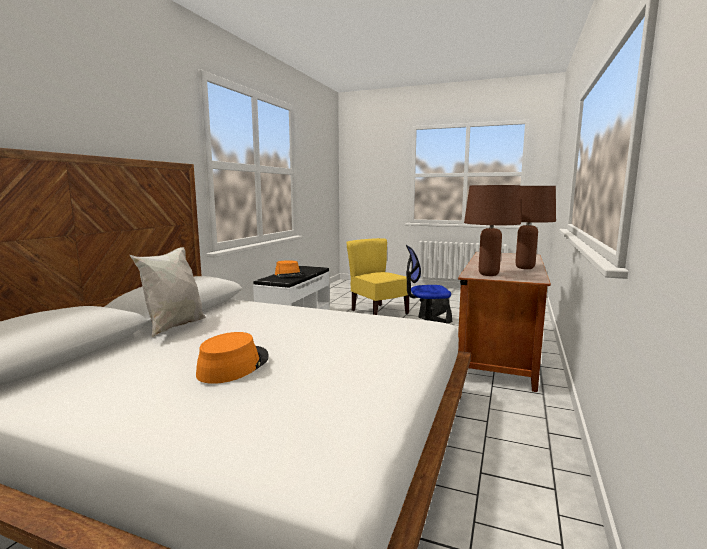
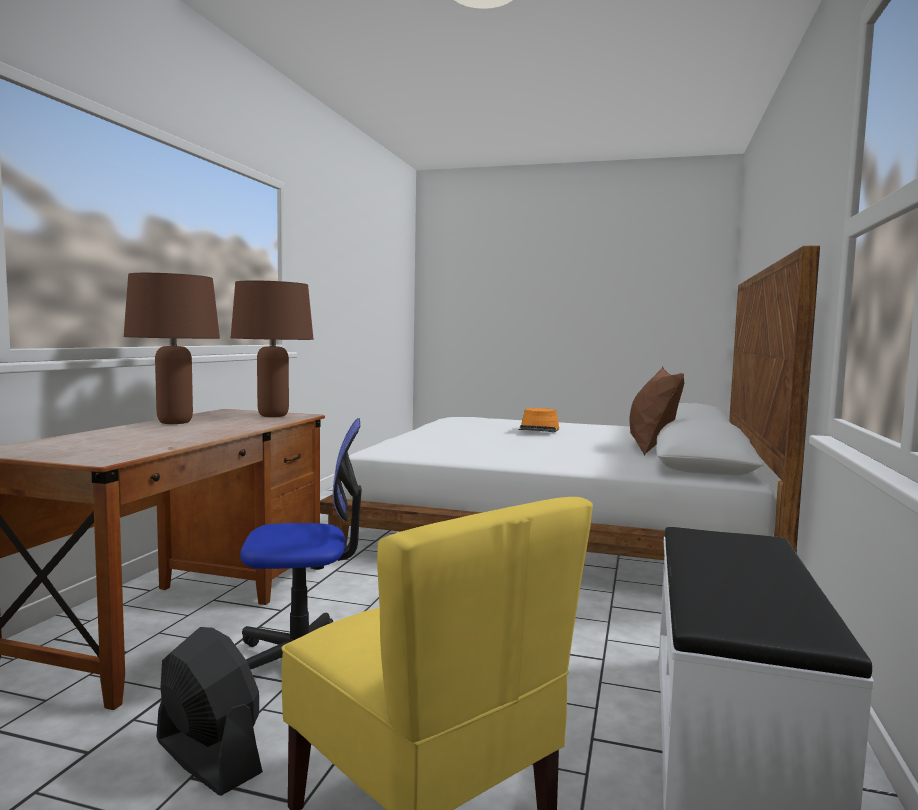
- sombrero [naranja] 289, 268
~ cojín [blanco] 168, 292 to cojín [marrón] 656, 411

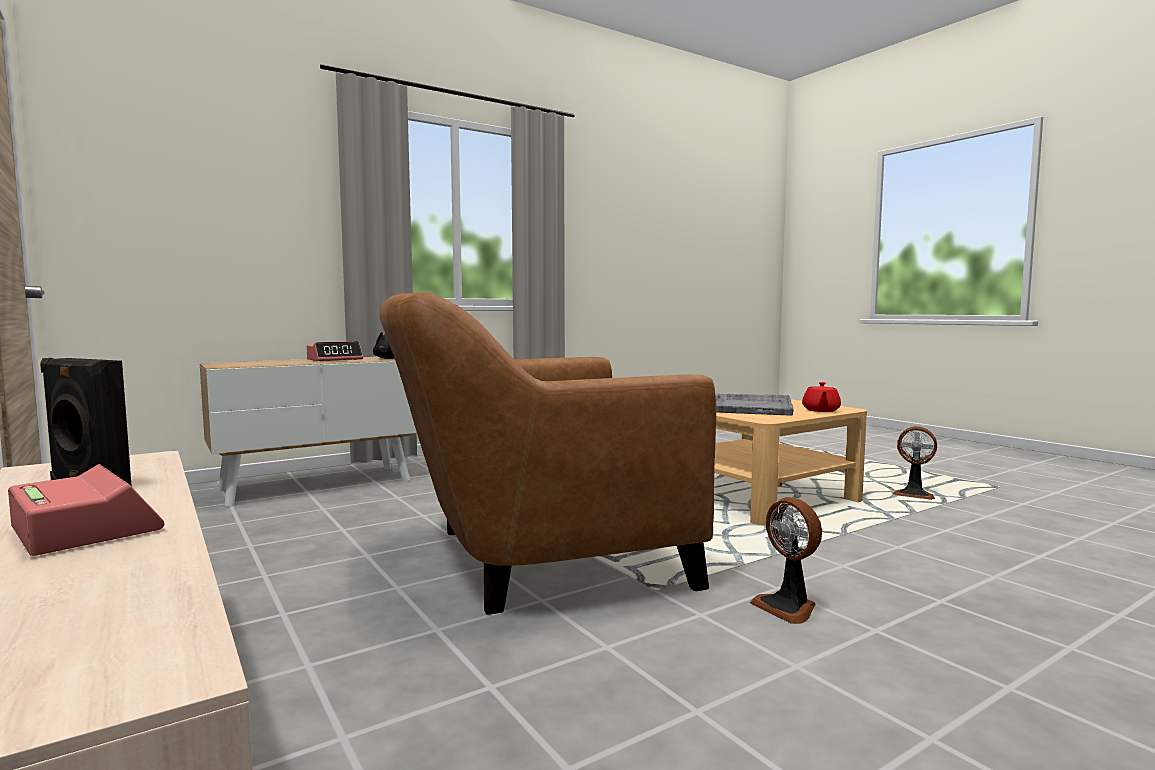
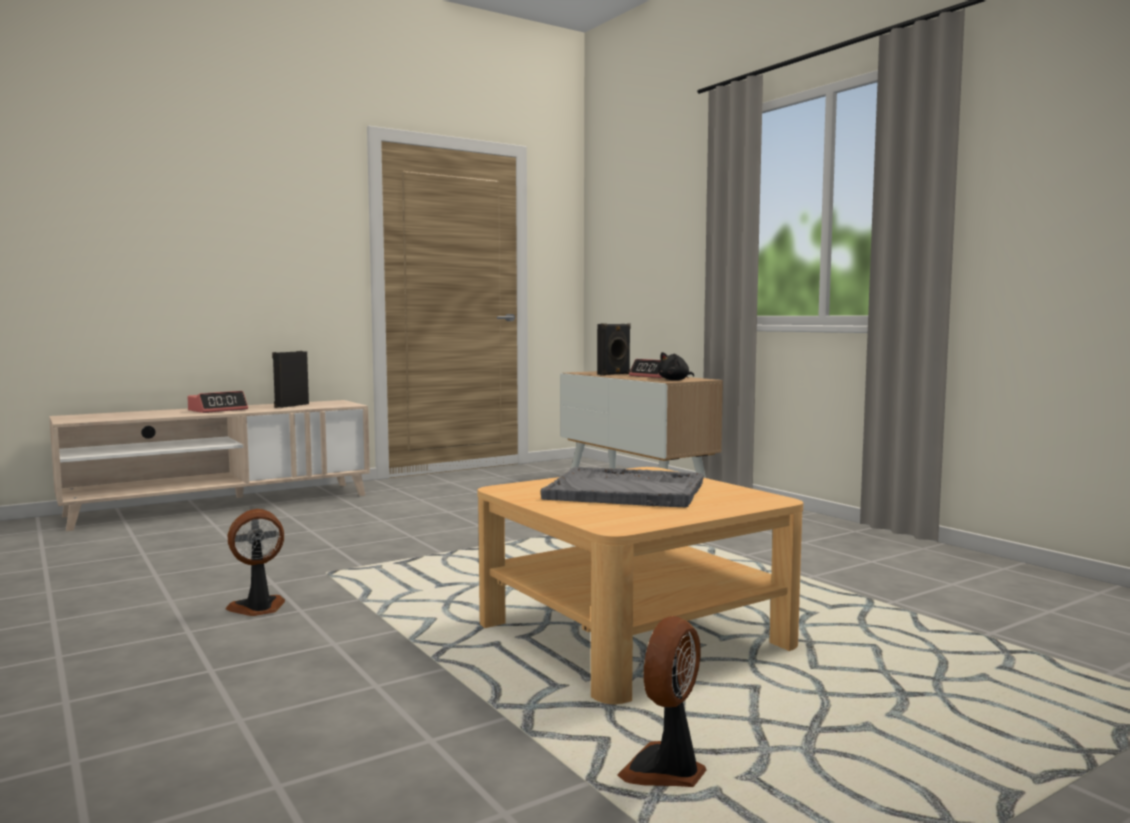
- sillón [marrón] 547, 453
- tetera [rojo] 821, 397
+ altavoz [negro] 614, 349

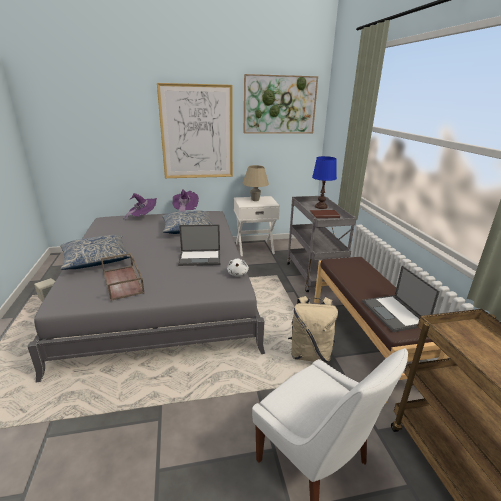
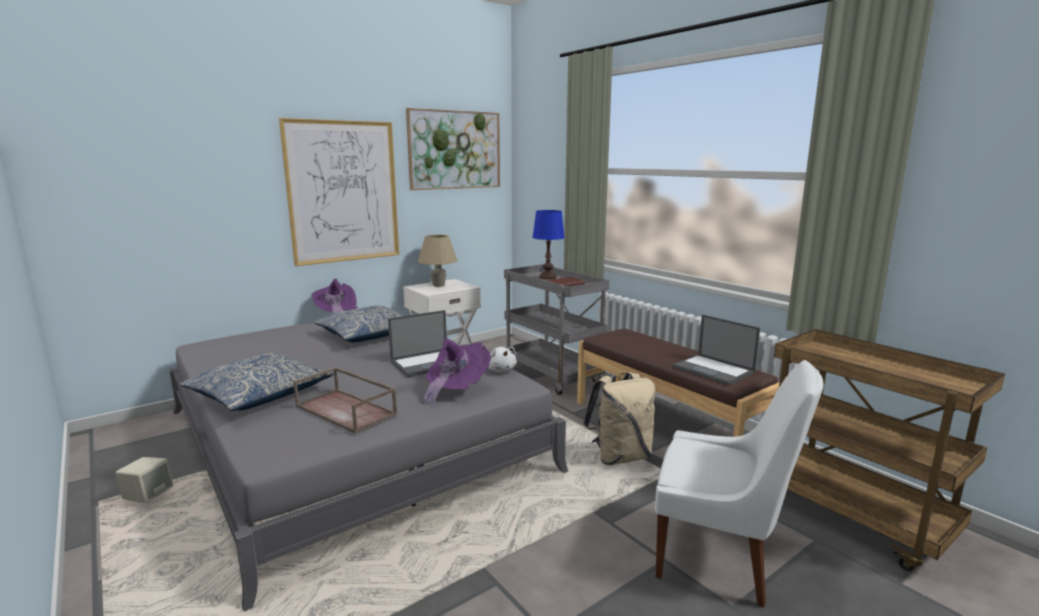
~ sombrero [morado] 140, 206 to 456, 372

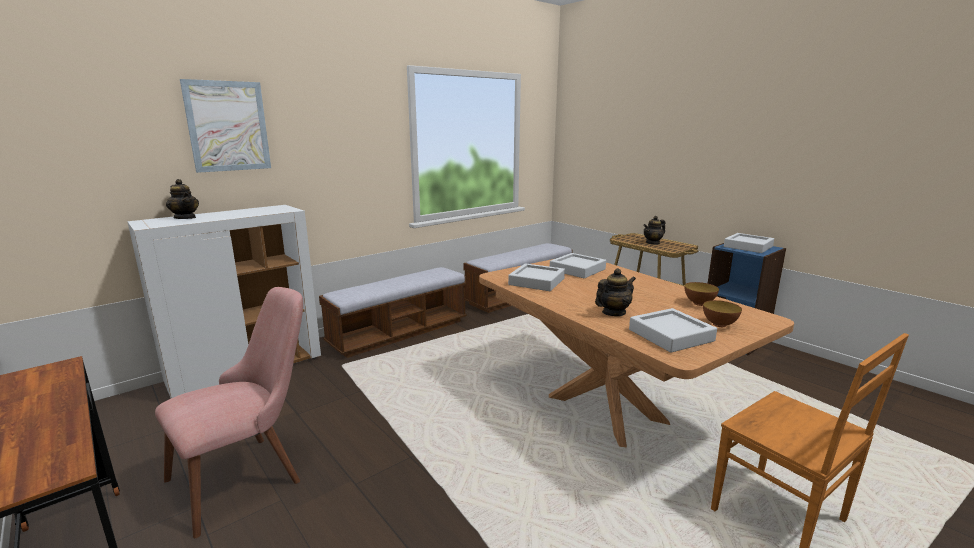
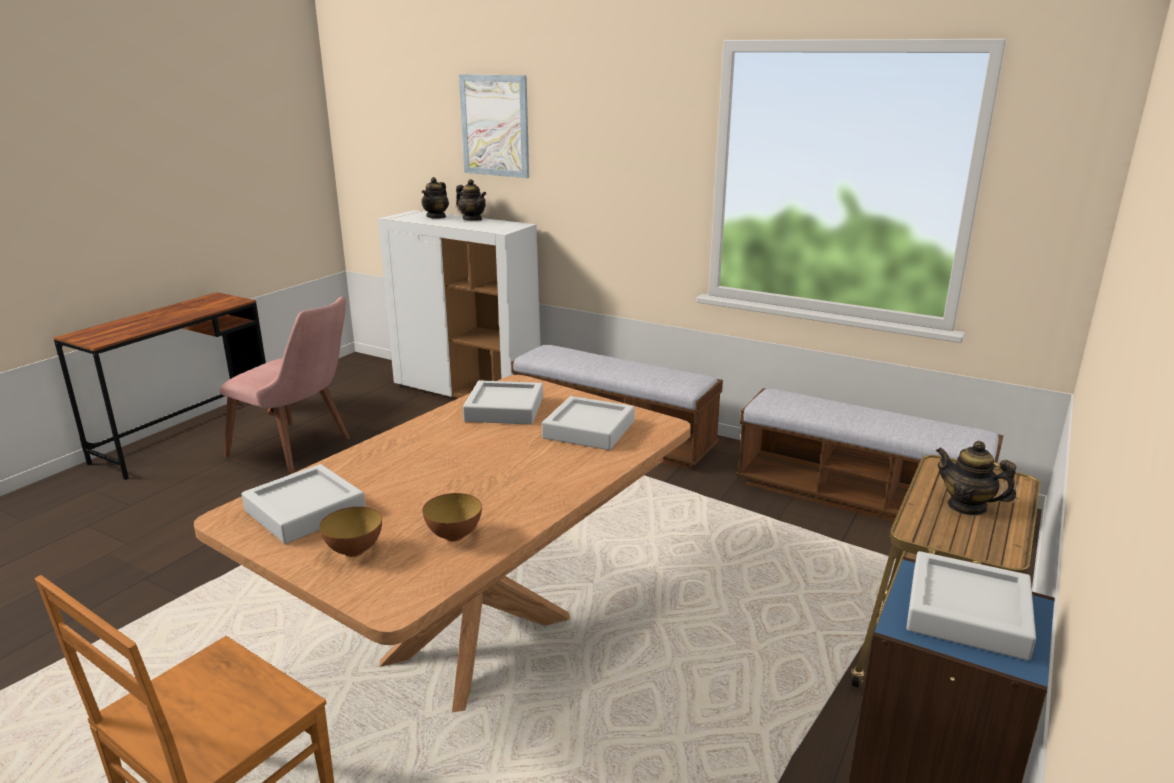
~ tetera 615, 292 to 471, 200

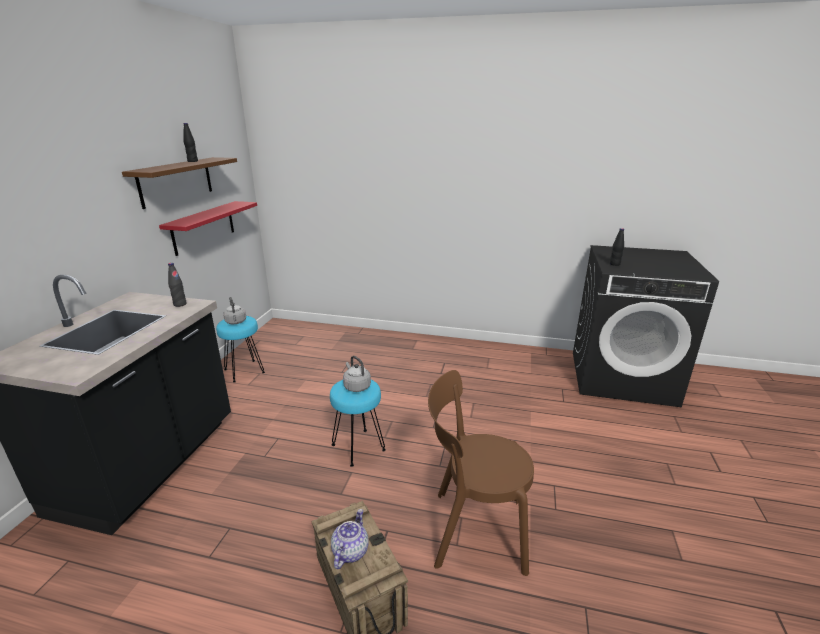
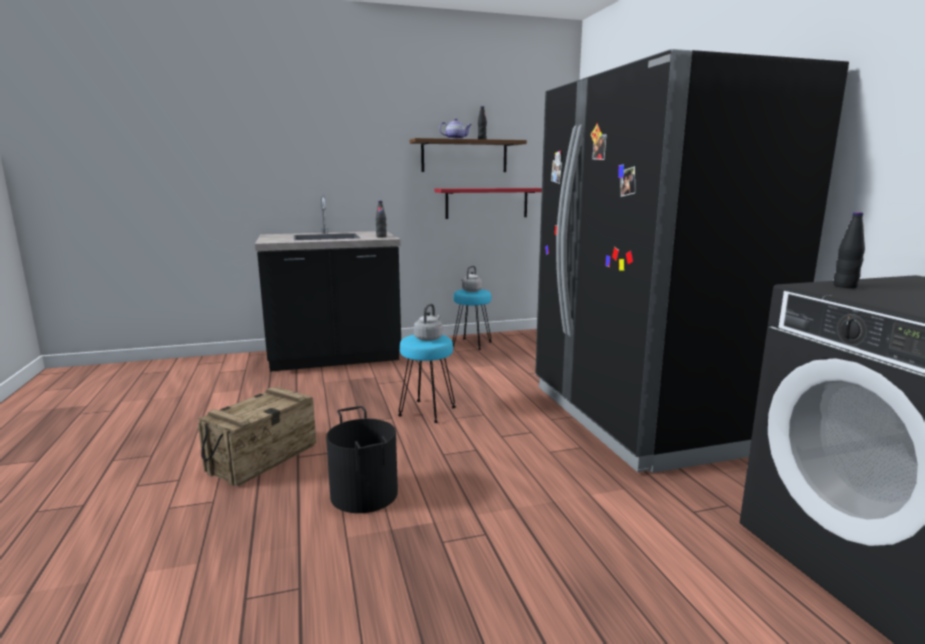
+ nevera [negro] 692, 261
~ tetera 350, 539 to 455, 128
~ silla [marrón] 481, 473 to cubo [negro] 362, 459

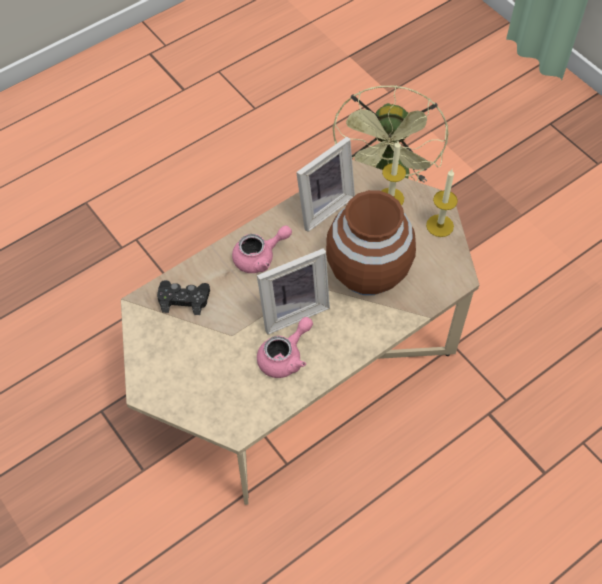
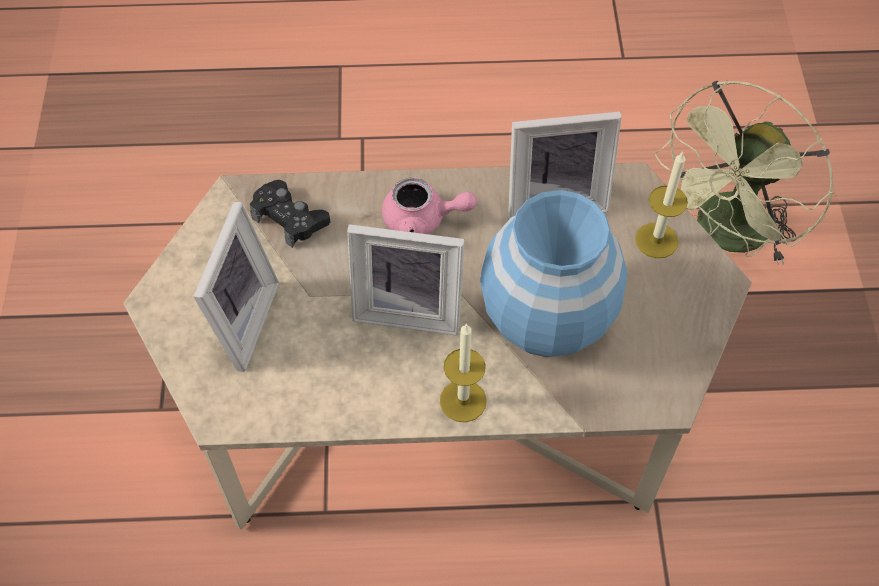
- tetera [rosa] 285, 347
+ portarretratos 236, 286
~ vela 442, 203 to 463, 372
~ florero [marrón] 371, 242 to florero [azul] 553, 273

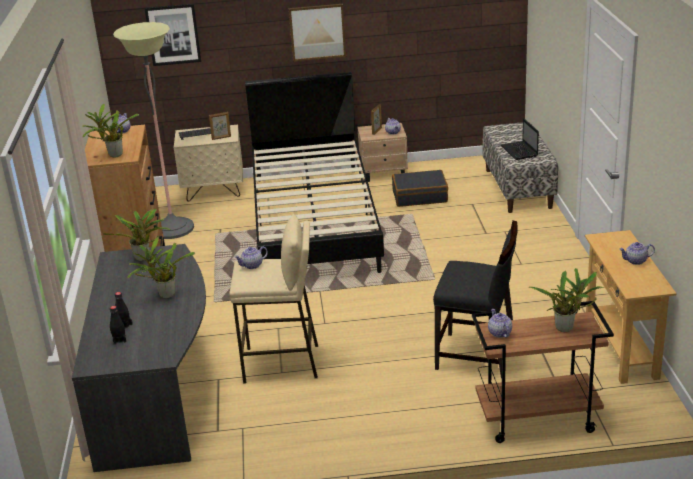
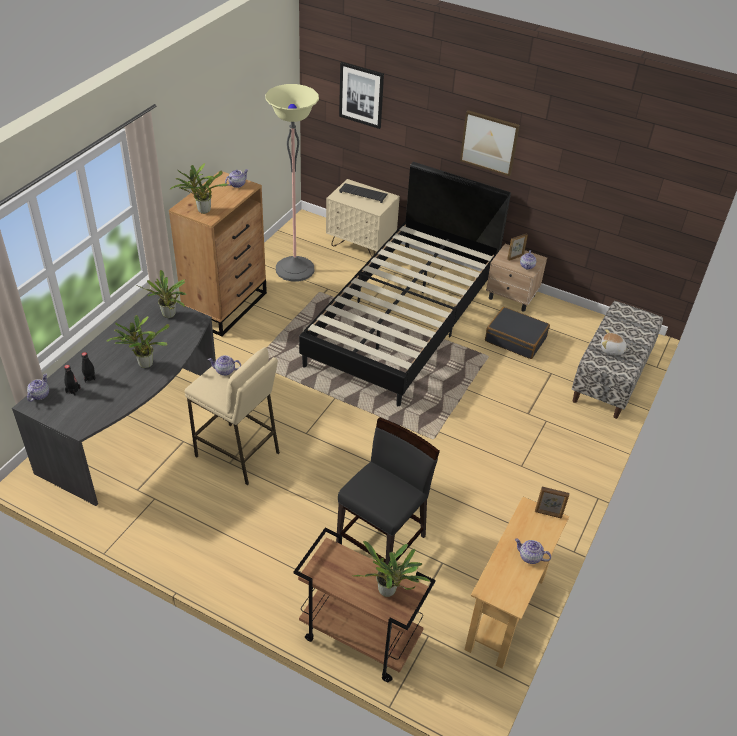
~ portarretratos 220, 126 to 552, 502
~ tetera 500, 323 to 38, 388
~ portátil 520, 139 to peluche 615, 342
~ silla [negro] 475, 299 = 388, 491 105 degrees counterclockwise

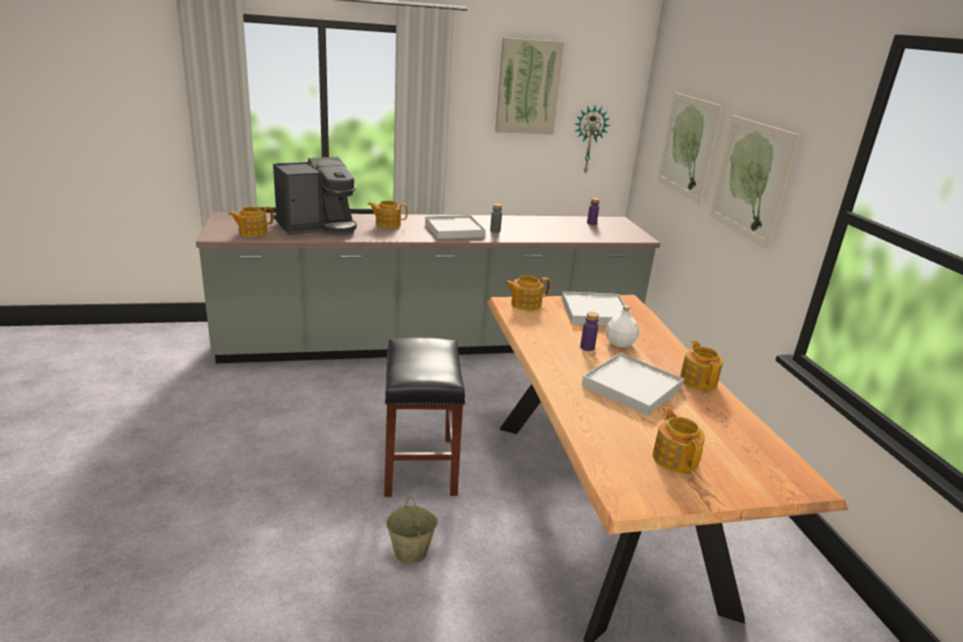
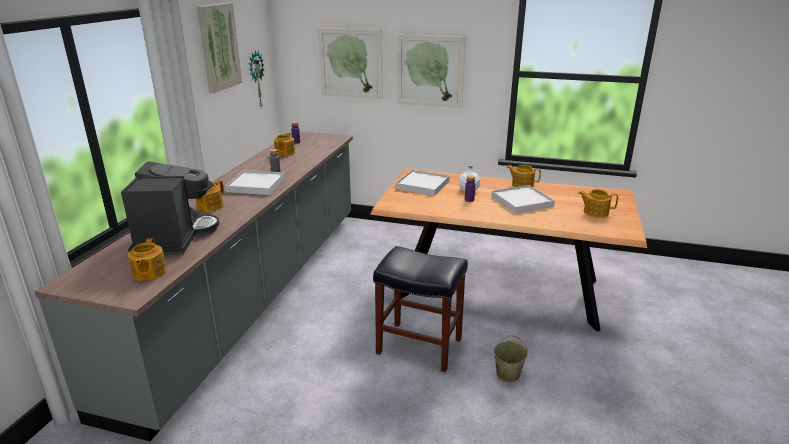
~ tetera 527, 293 to 284, 144

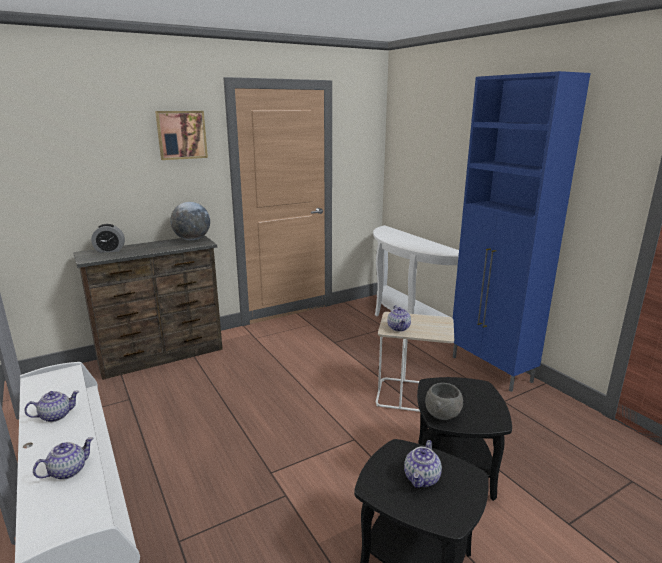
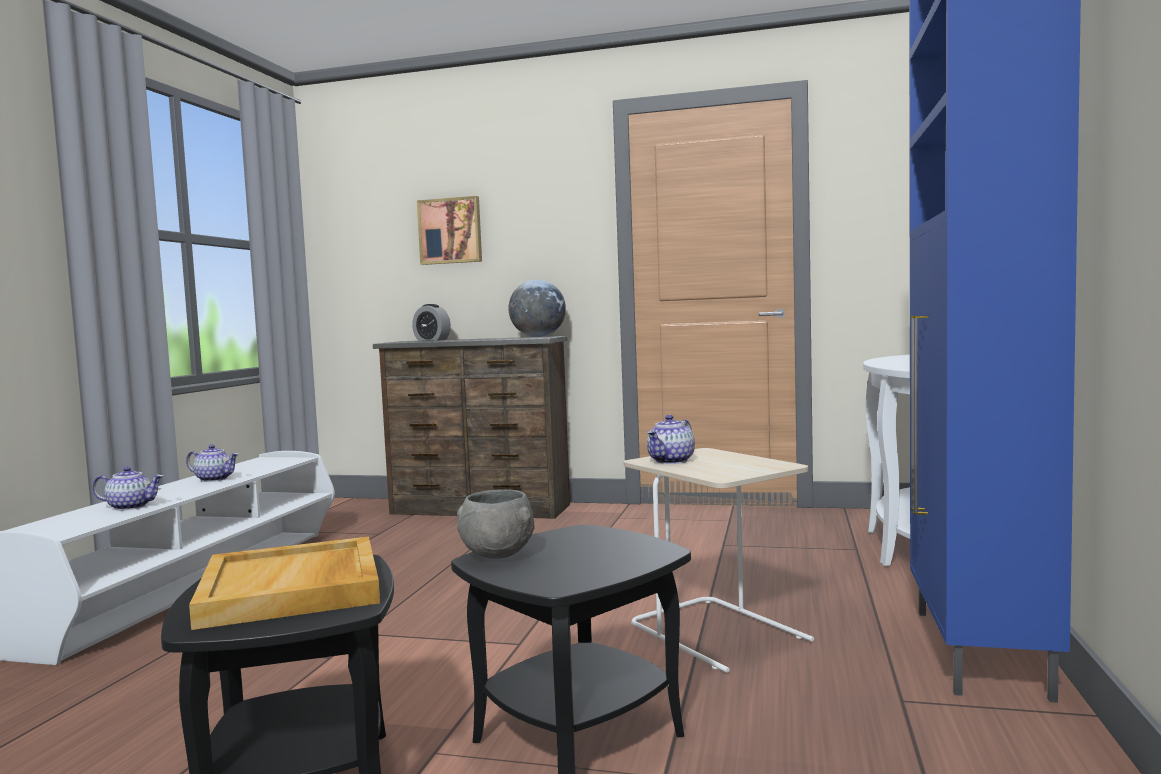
~ cuadro 181, 135 to 449, 230
~ tetera 423, 464 to bandeja [beis] 284, 583

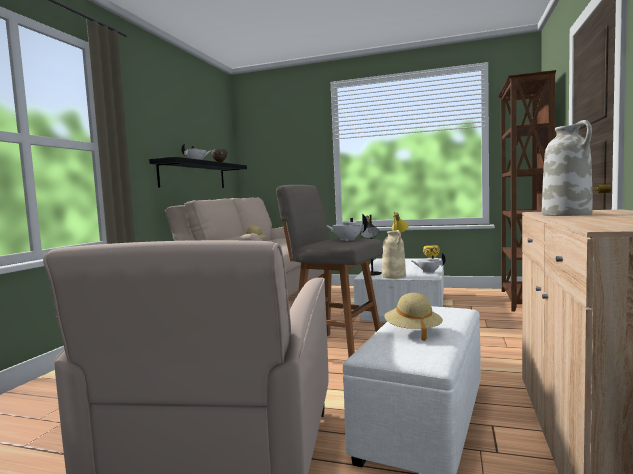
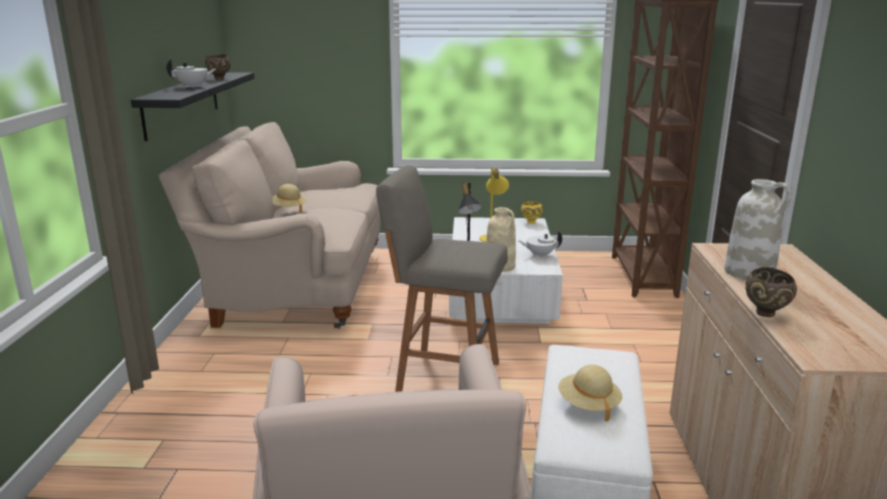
- tetera [blanco] 346, 227
+ cuenco [marrón] 771, 292

